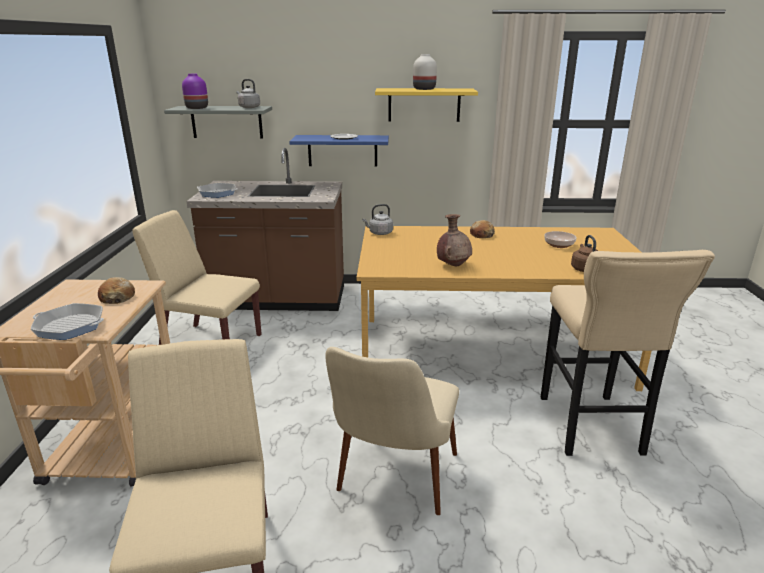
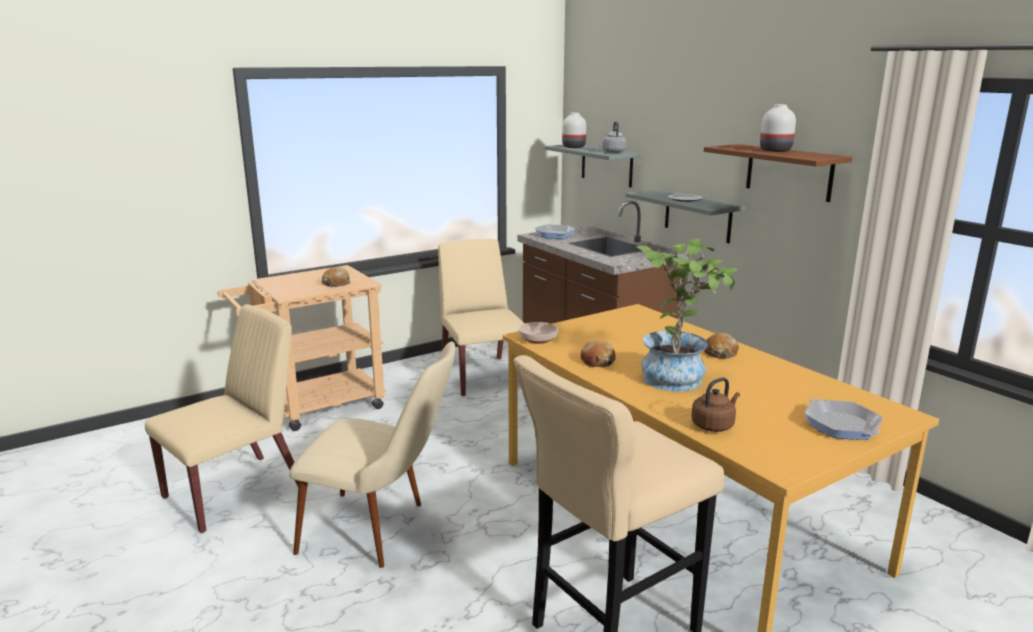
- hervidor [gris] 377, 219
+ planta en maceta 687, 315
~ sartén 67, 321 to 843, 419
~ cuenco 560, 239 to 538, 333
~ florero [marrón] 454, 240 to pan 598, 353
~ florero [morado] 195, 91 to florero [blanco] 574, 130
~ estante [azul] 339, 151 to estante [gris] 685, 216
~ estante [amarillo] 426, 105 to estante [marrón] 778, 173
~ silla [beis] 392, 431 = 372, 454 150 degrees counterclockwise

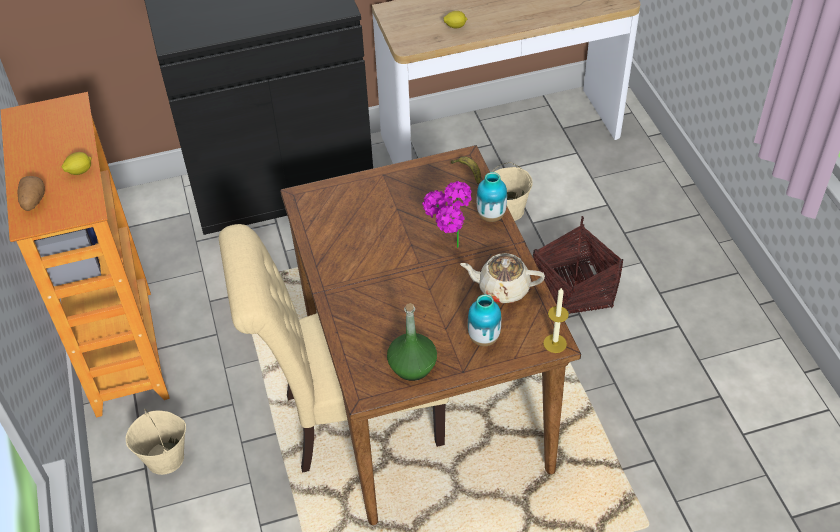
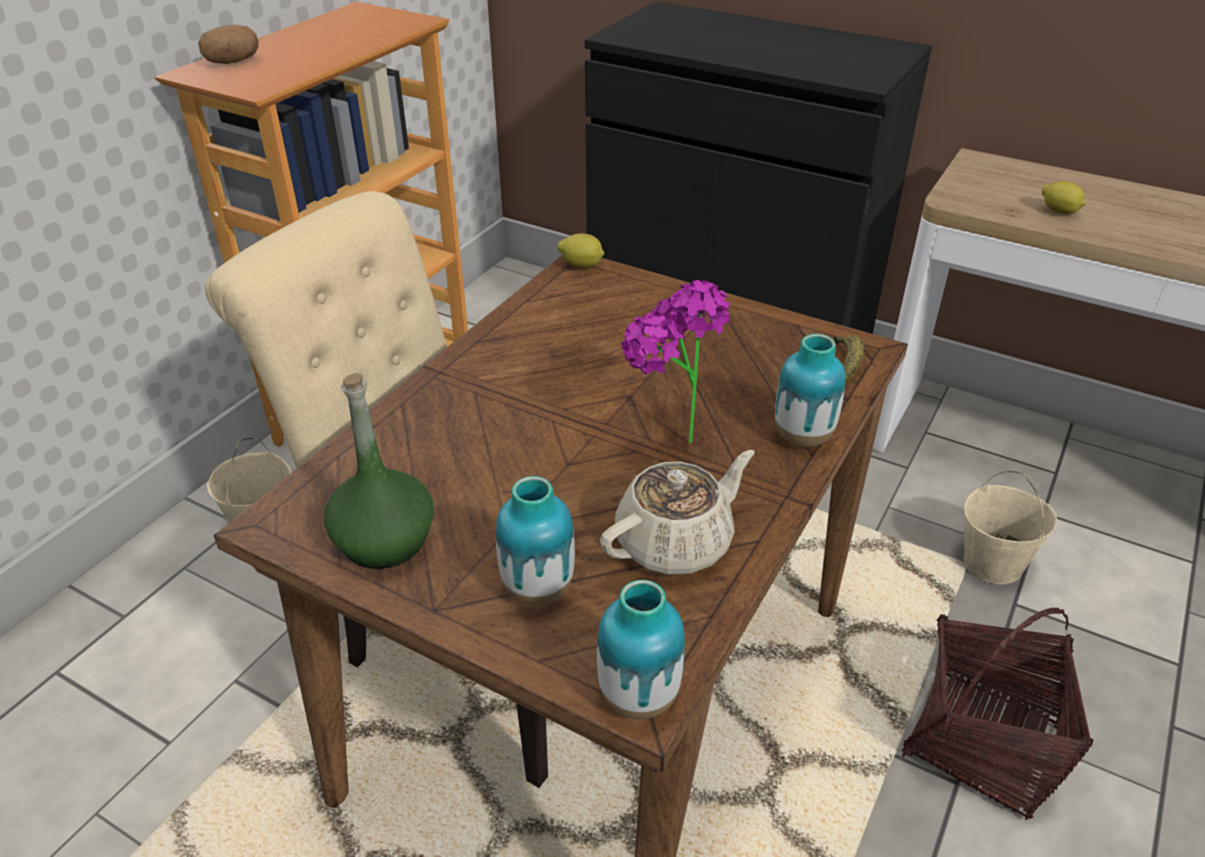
~ limón 77, 163 to 581, 250
~ vela 556, 320 to florero 641, 649
~ tetera [beis] 502, 278 = 677, 512 90 degrees clockwise

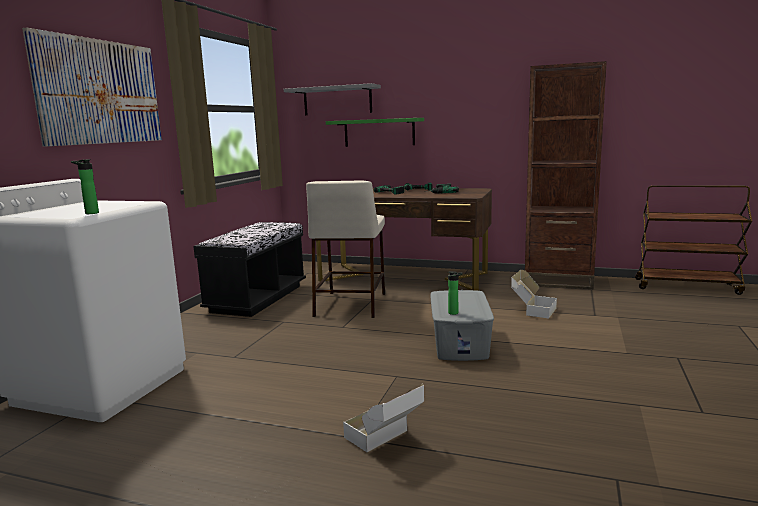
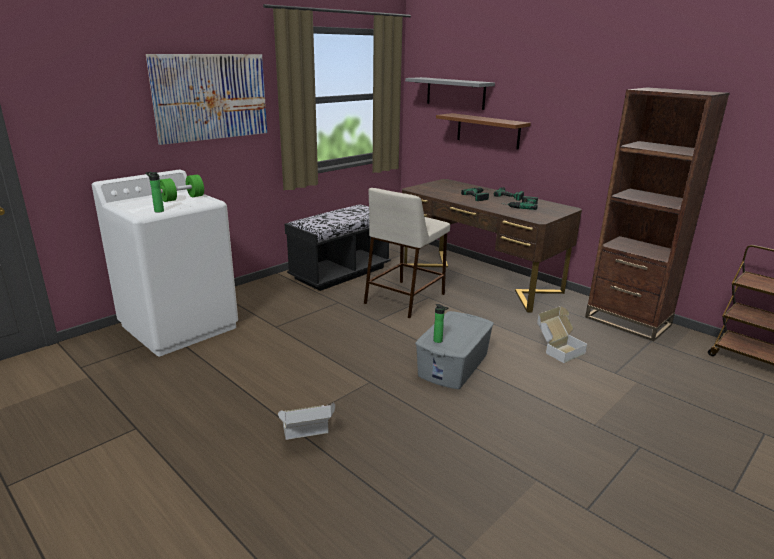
+ mancuerna [verde] 182, 188
~ estante [verde] 375, 132 to estante [marrón] 483, 131

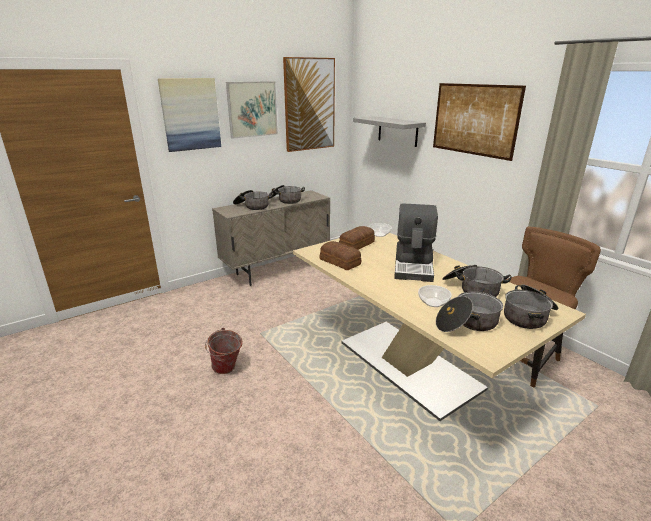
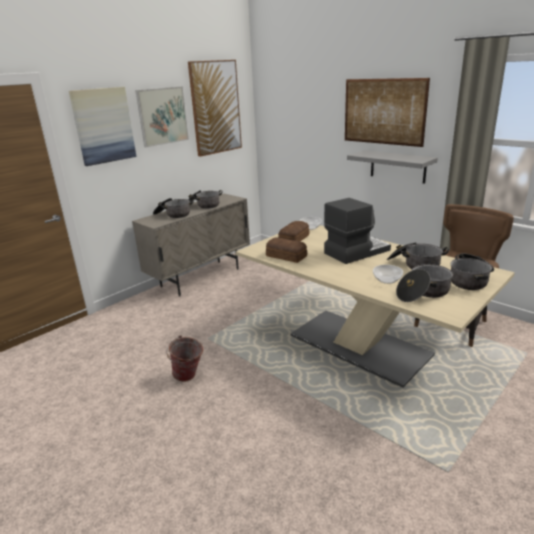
~ estante [gris] 389, 131 to 392, 167
~ cafetera 416, 242 = 357, 231 120 degrees counterclockwise

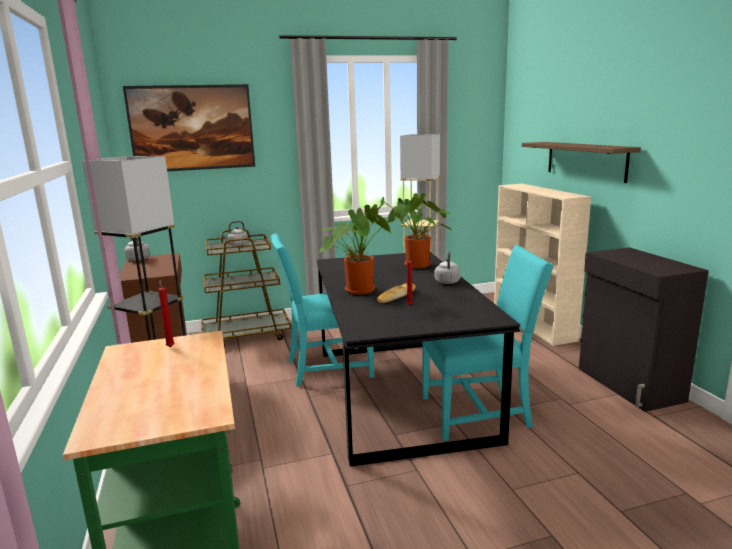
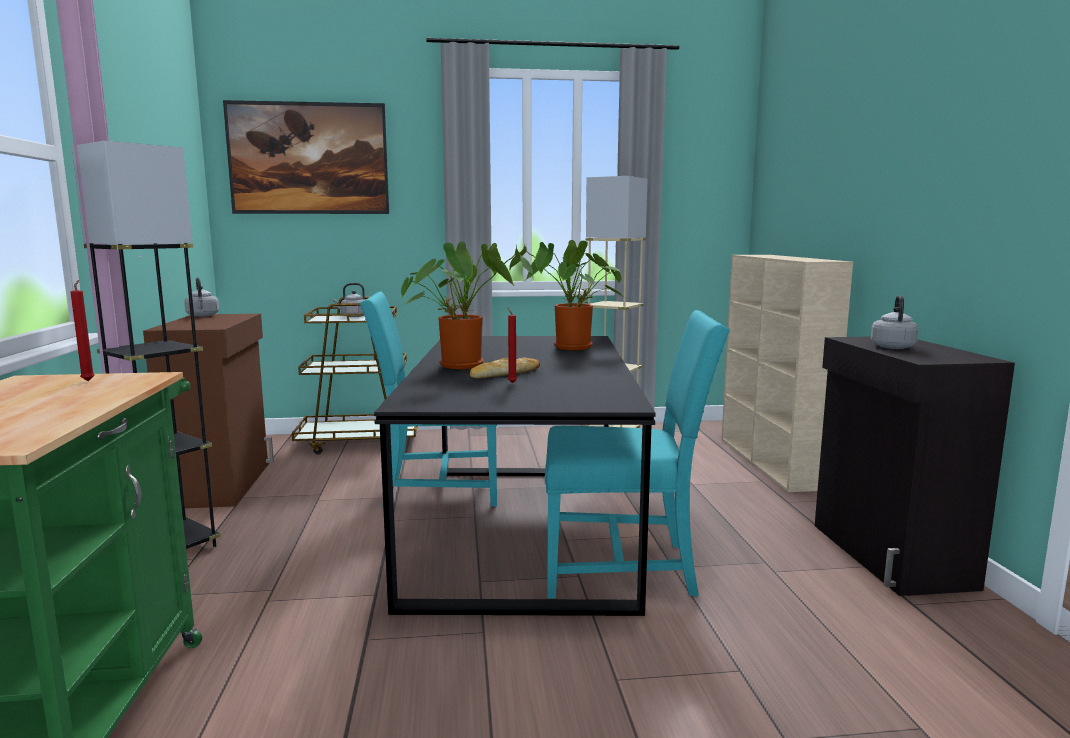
- estante 581, 162
~ hervidor [gris] 448, 267 to 894, 322

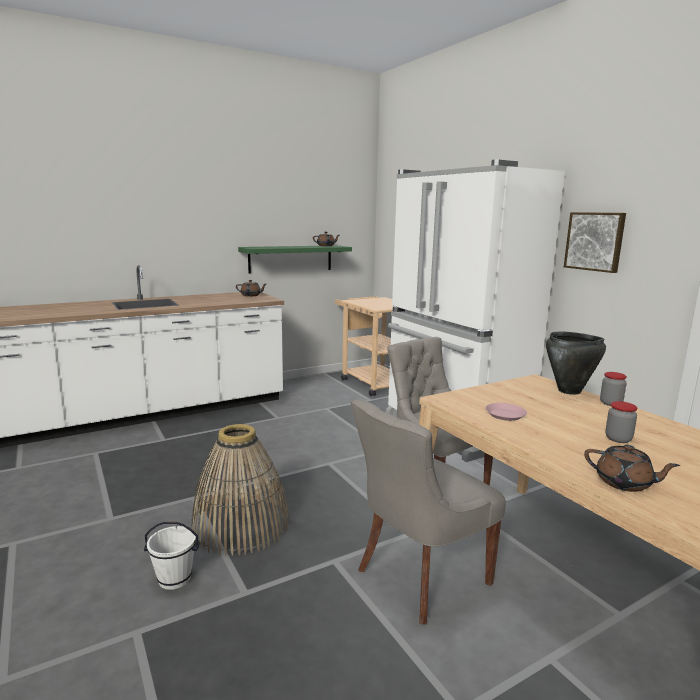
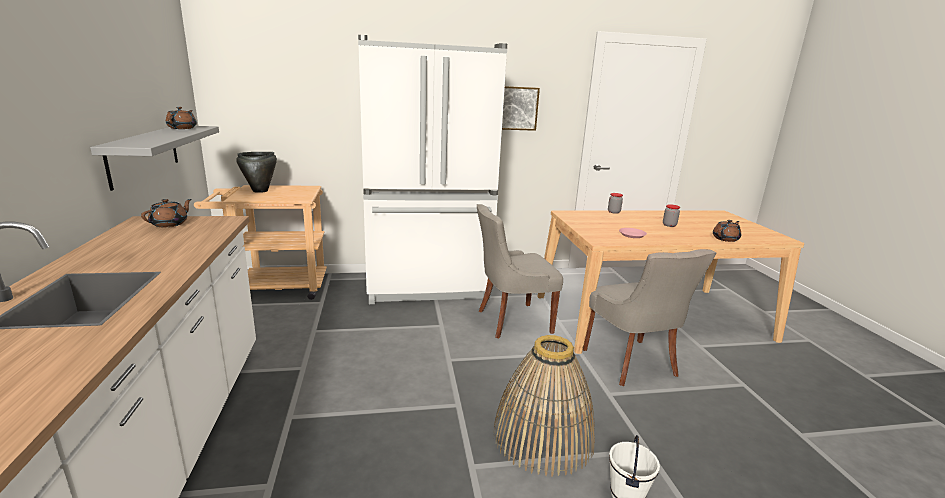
~ olla [negro] 576, 363 to 256, 172
~ estante [verde] 295, 259 to estante [gris] 154, 158

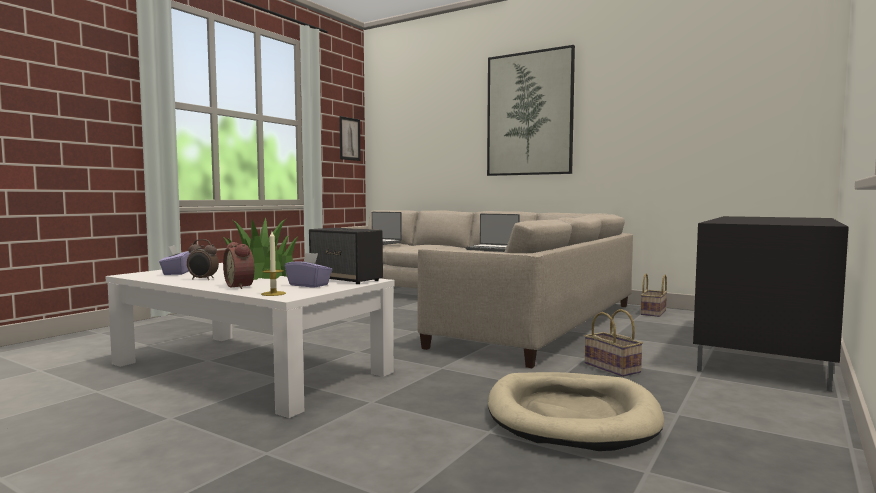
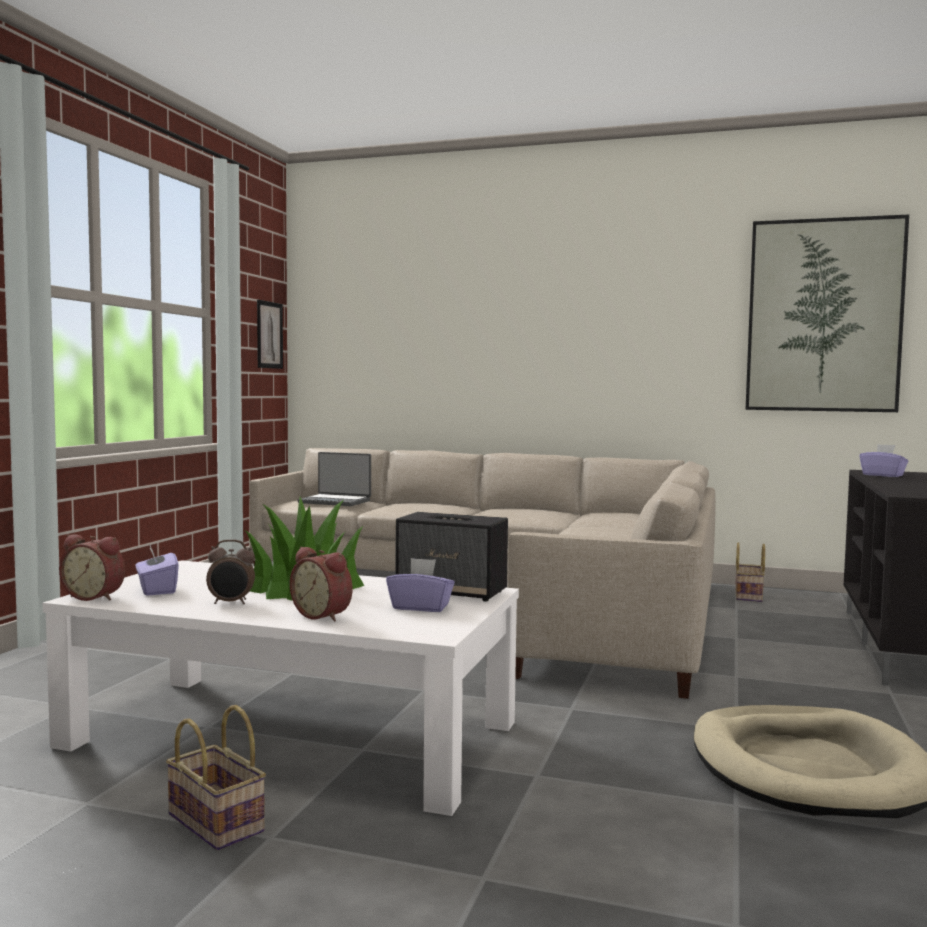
- vela 273, 263
- portátil 493, 233
+ despertador 92, 567
+ caja de pañuelos [morado] 883, 460
~ cuadro 531, 110 to 827, 313
~ cesta 614, 343 to 216, 778

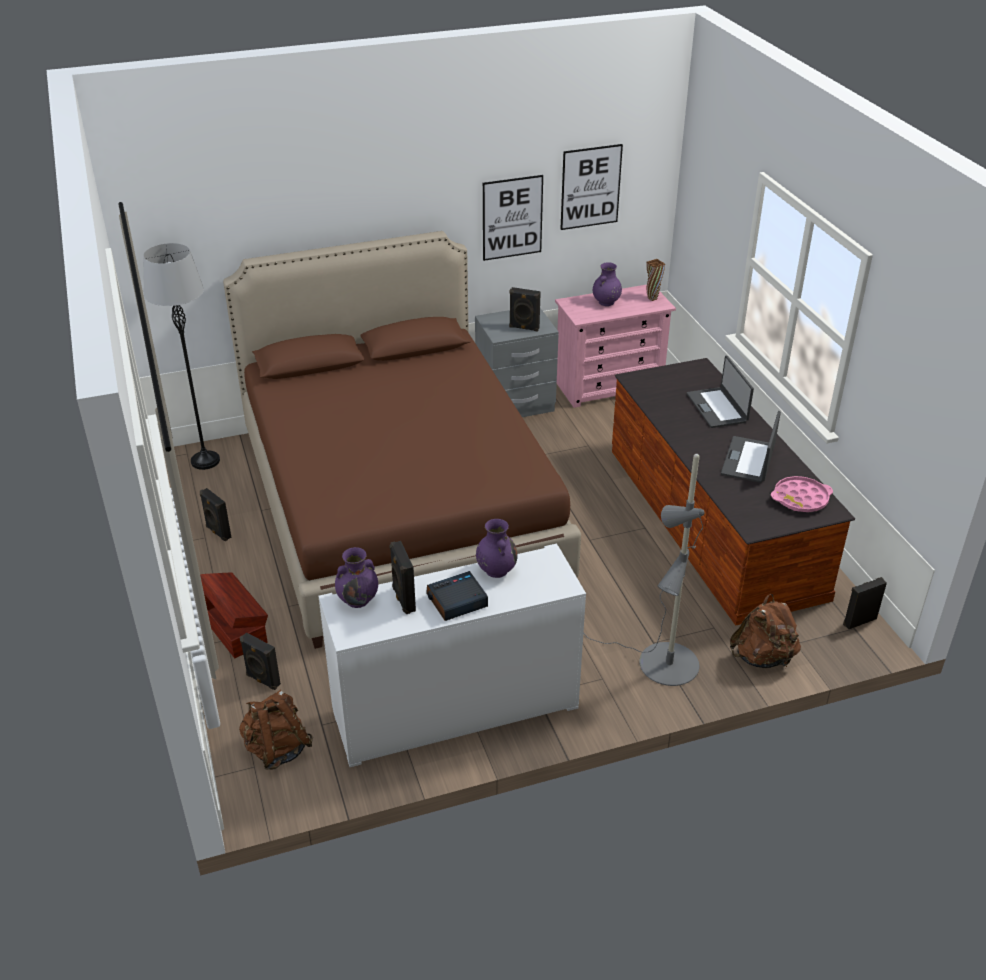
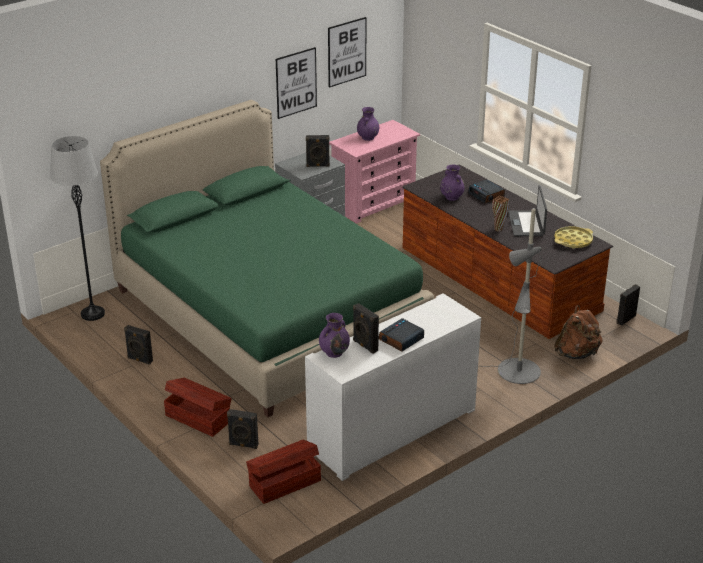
~ florero [morado] 497, 548 to 452, 183
~ florero [marrón] 655, 280 to 500, 214
~ mochila [marrón] 276, 730 to caja de almacenaje [marrón] 283, 472
~ portátil 720, 392 to despertador 486, 191
~ cama [marrón] 402, 440 to cama [verde] 267, 258
~ bandeja [rosa] 802, 494 to bandeja [amarillo] 573, 237

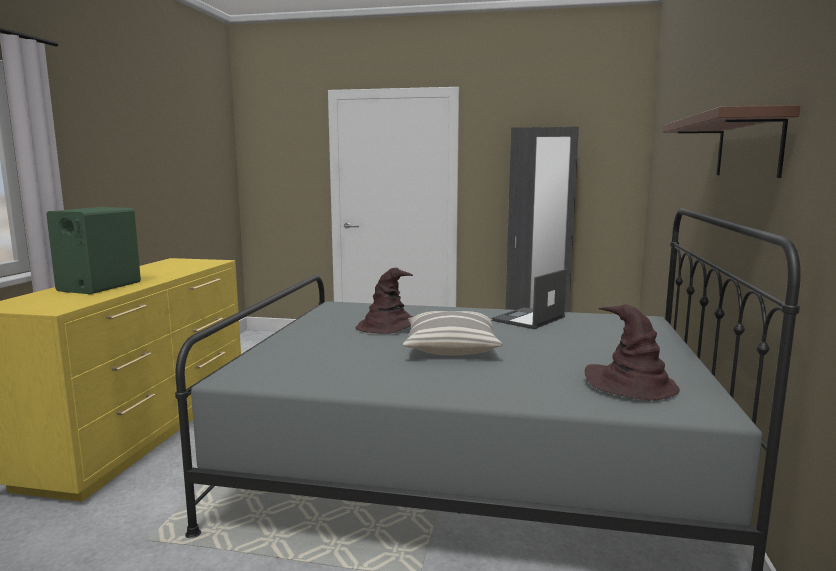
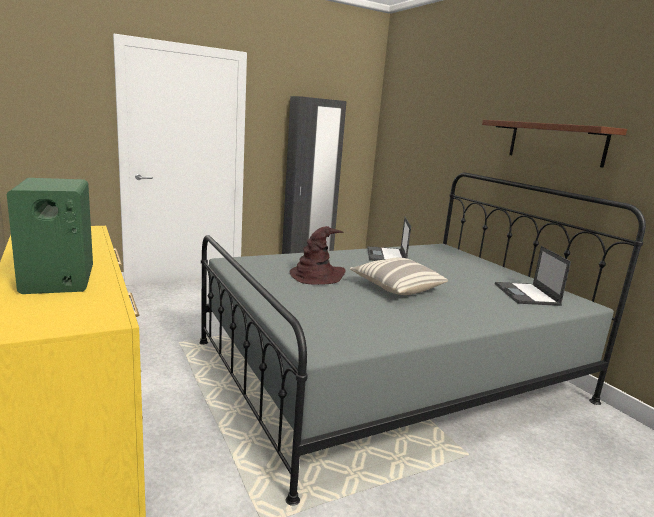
~ sombrero [marrón] 632, 352 to portátil 533, 276

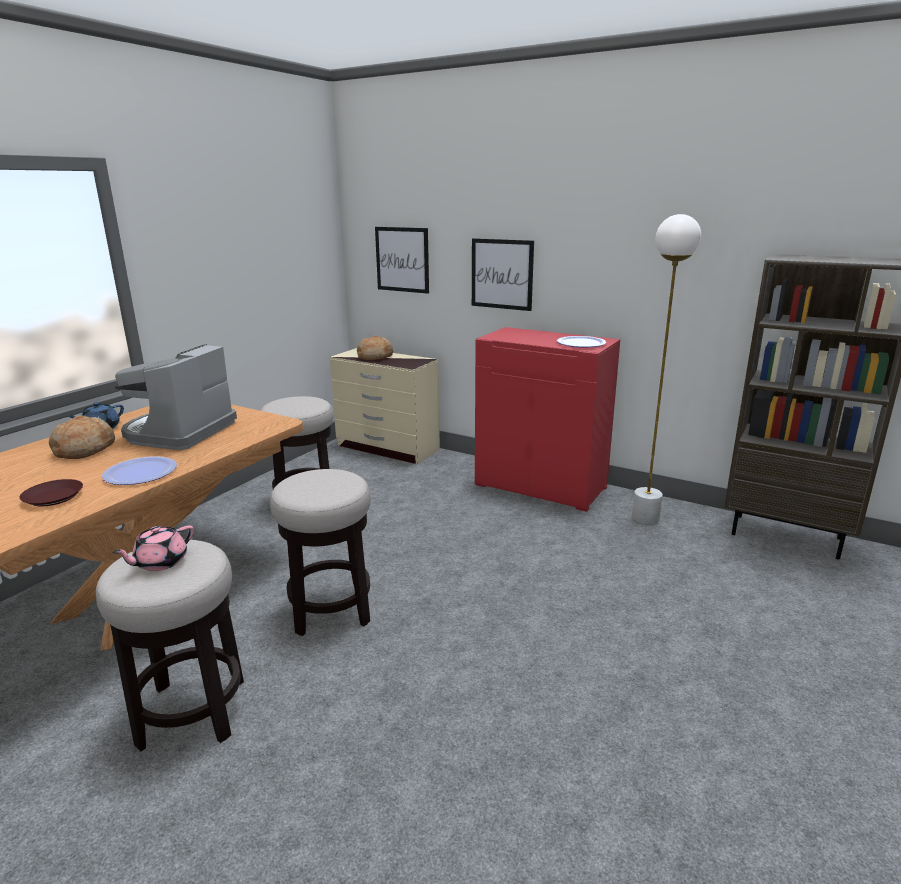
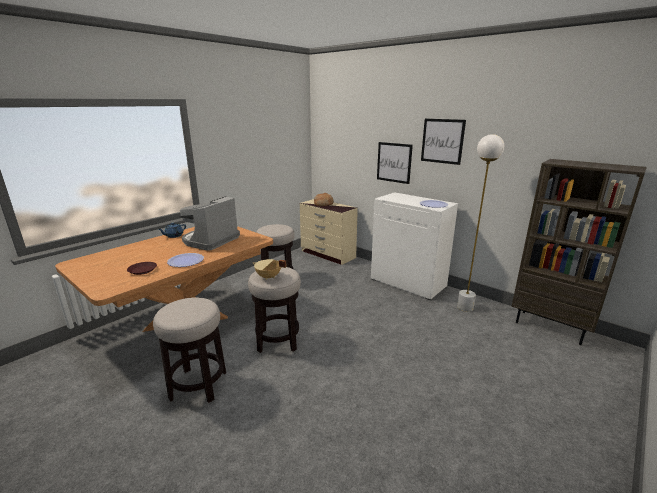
- pan 82, 437
- tetera [rosa] 153, 548
+ olla [beis] 270, 269
~ cuadro 402, 260 to 443, 142
~ armario [rojo] 547, 419 to armario [blanco] 414, 246

